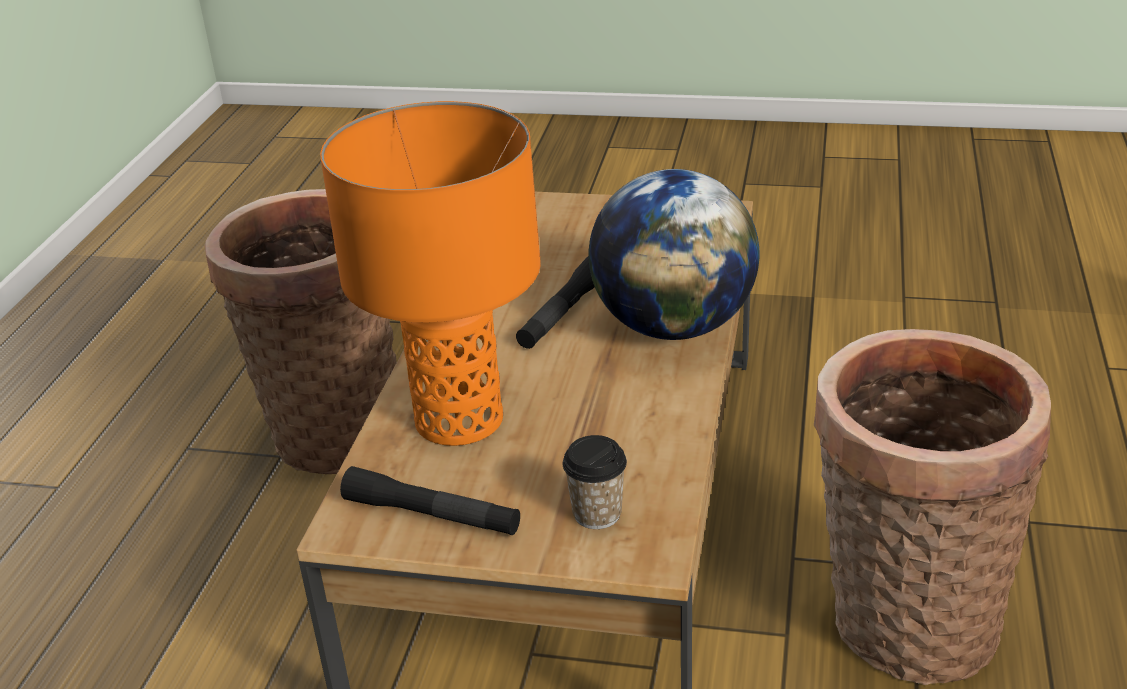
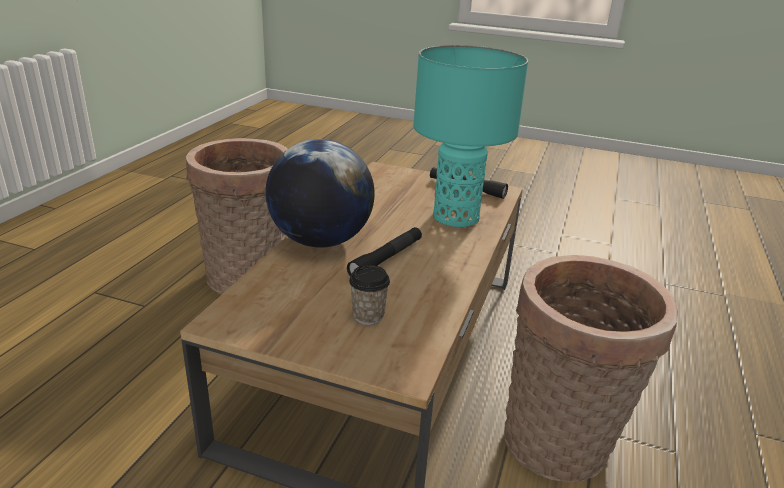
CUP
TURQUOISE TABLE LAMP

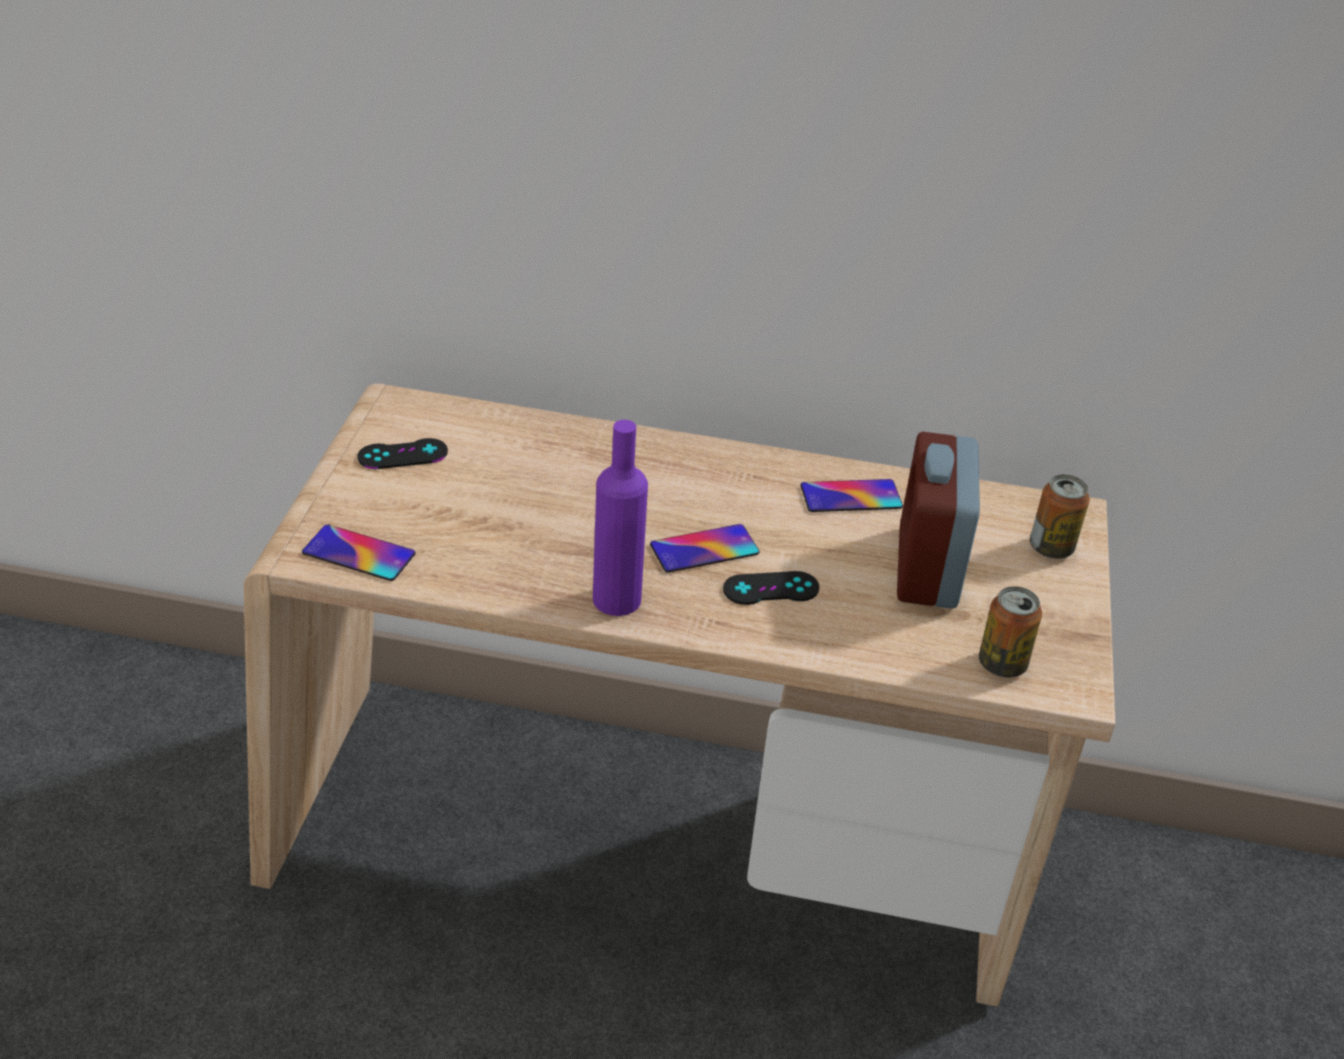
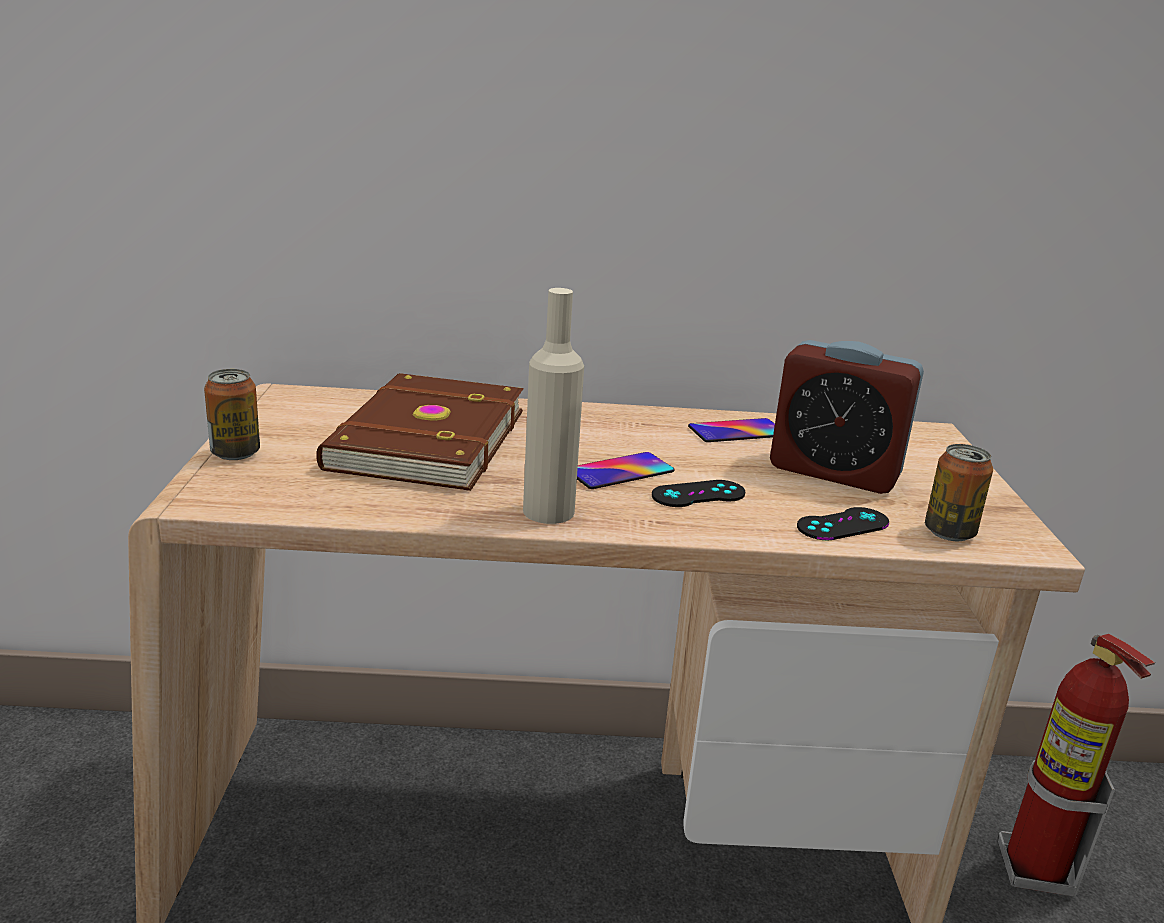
PHONE (1st from left in the first image)
BROWN BOOK
FIRE EXTINGUISHER
BLACK GAME CONTROLLER (2nd from left)
CAN (1st from left)
BEIGE BOTTLE
ALARM CLOCK

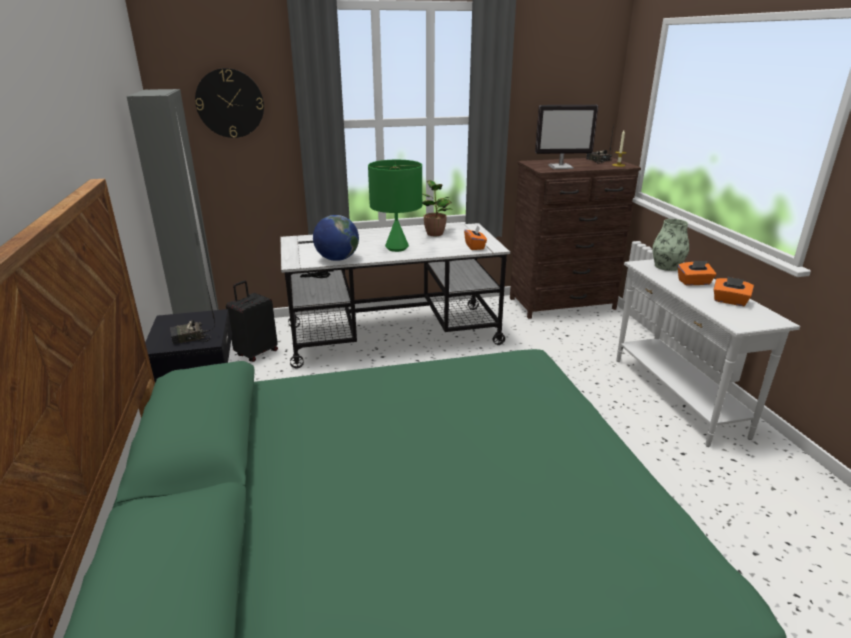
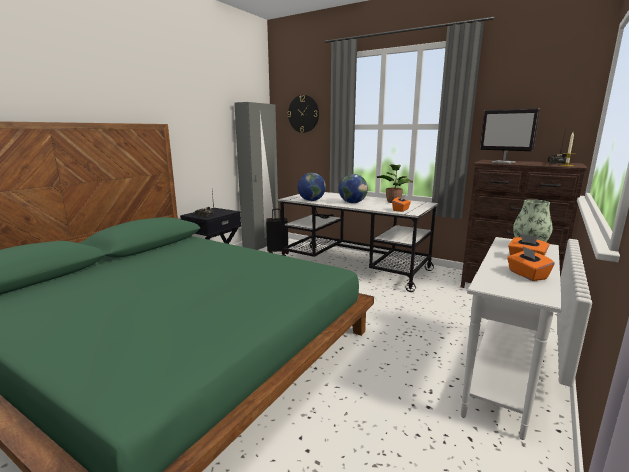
GLOBE (2nd from left)

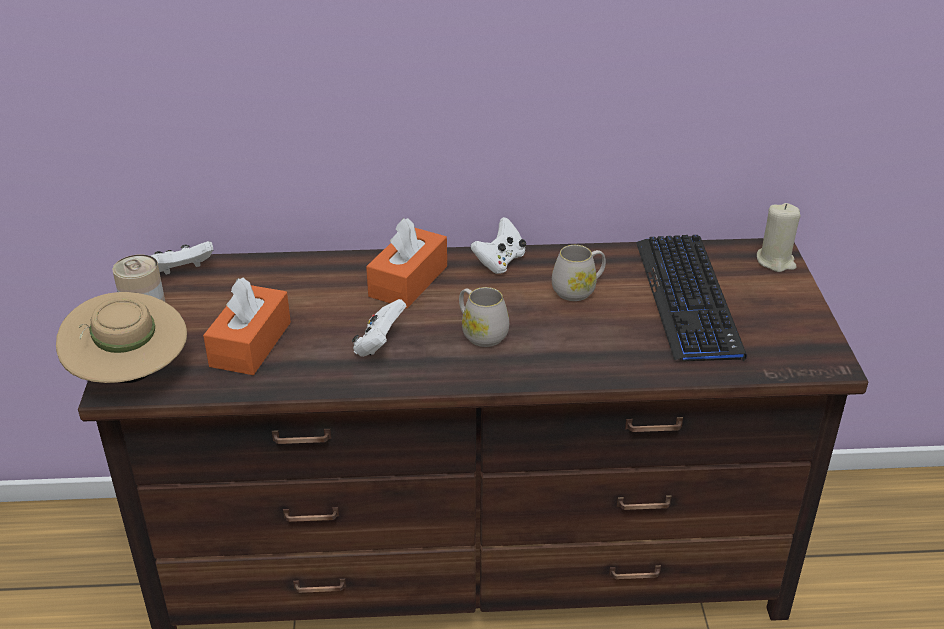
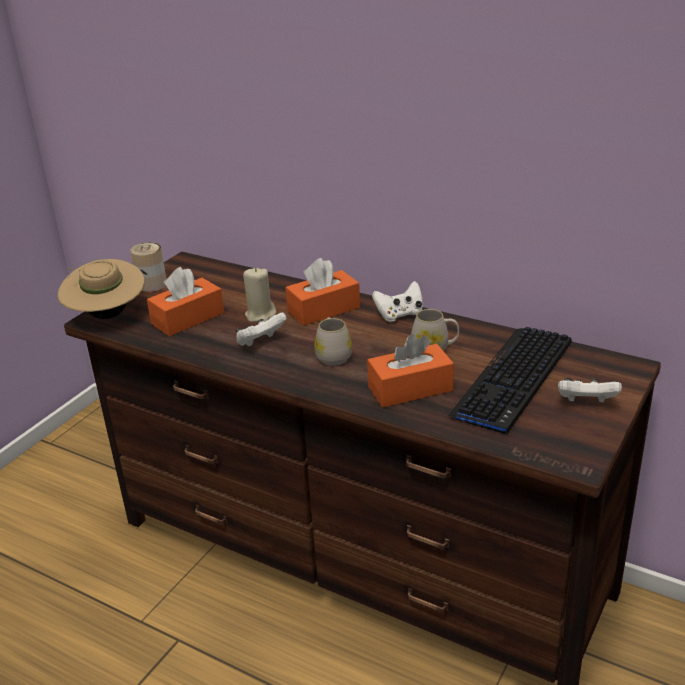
ORANGE TISSUE BOX (3rd from left)
WHITE GAME CONTROLLER (3rd from left)
BEIGE CANDLE

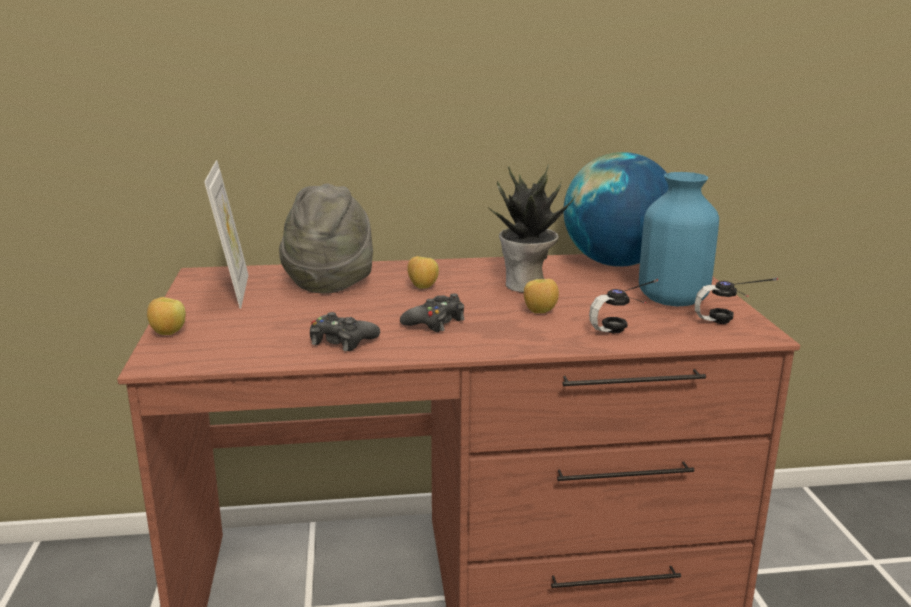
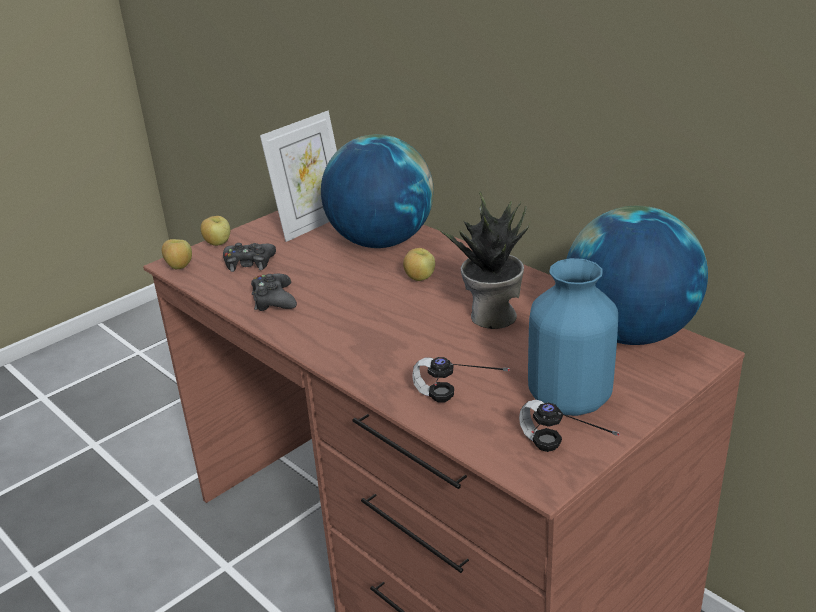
BLACK GAME CONTROLLER (1st from left)
APPLE (1st from left)
GLOBE (1st from left)

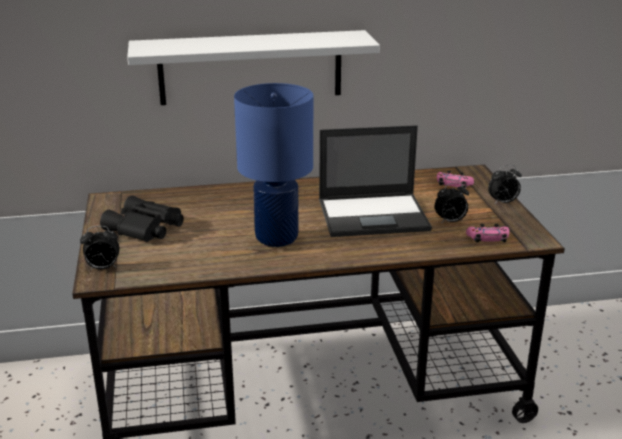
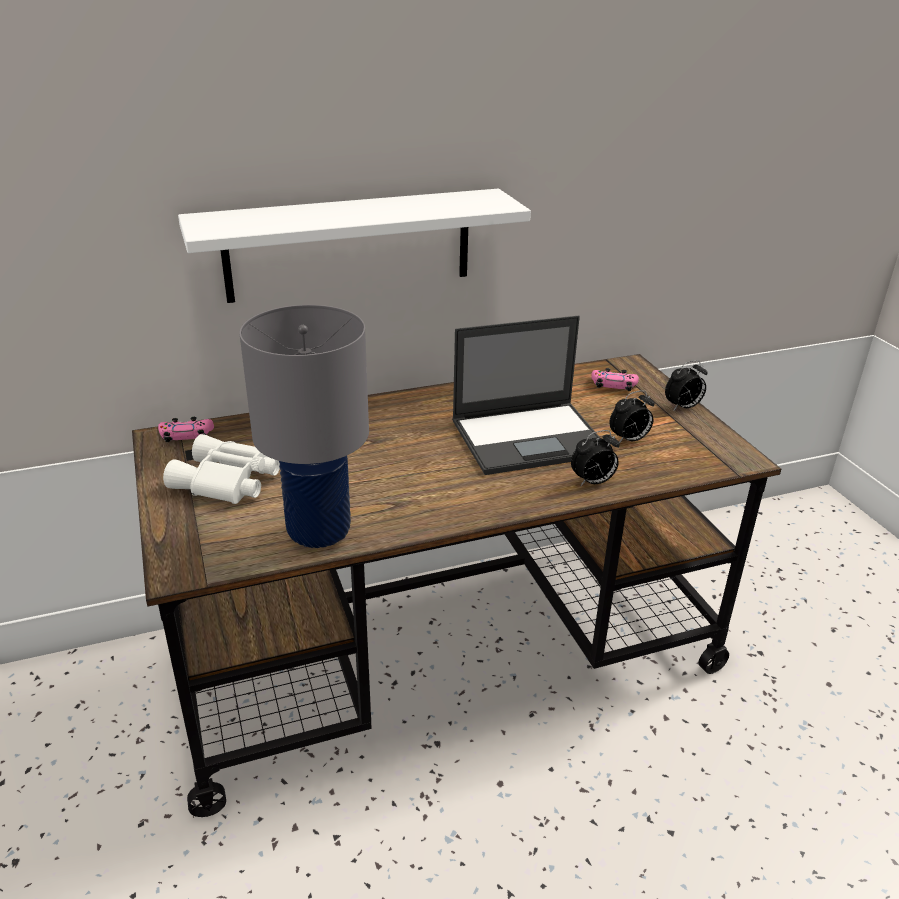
BLUE TABLE LAMP
GREY TABLE LAMP
ALARM CLOCK (1st from left)
PINK GAME CONTROLLER (1st from left)
WHITE BINOCULARS

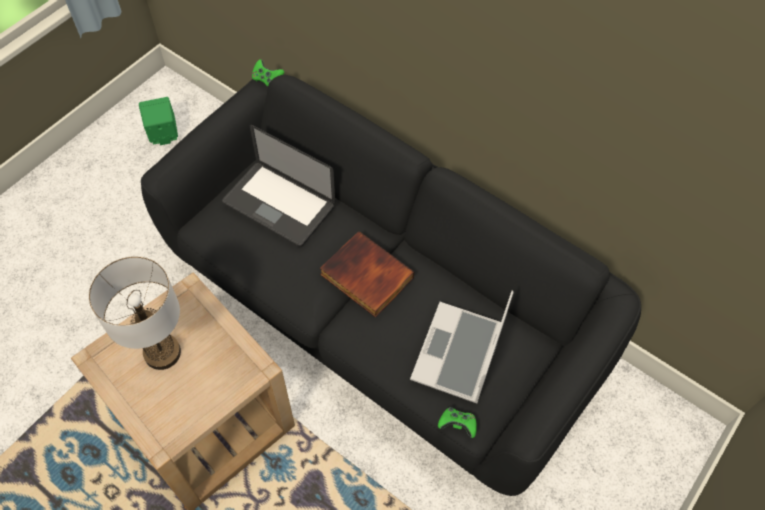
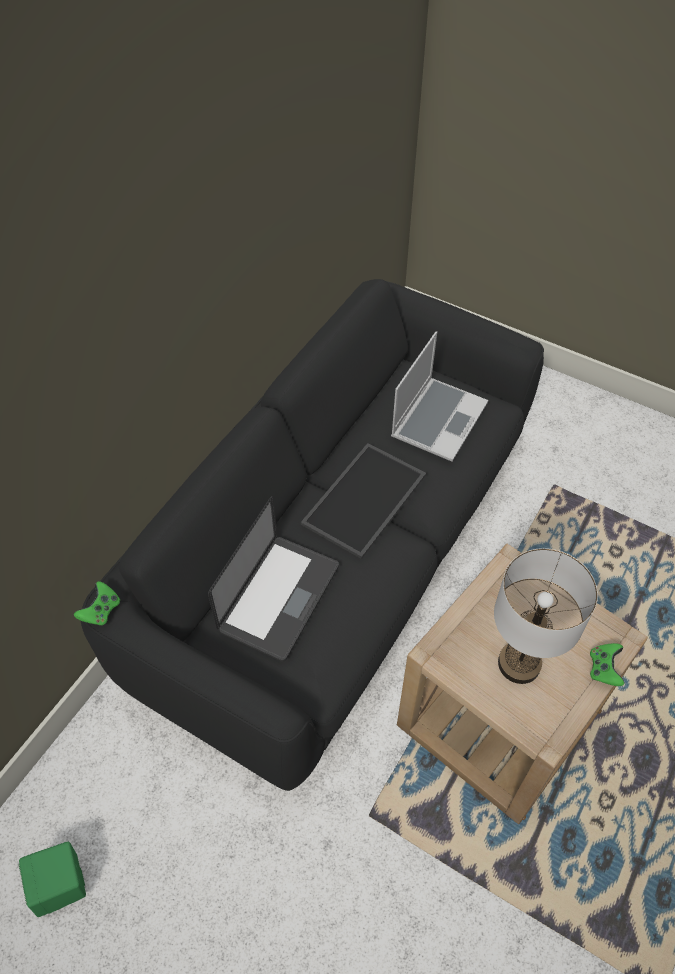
GREEN GAME CONTROLLER (2nd from left)
TRAY
LAPTOP (2nd from left)

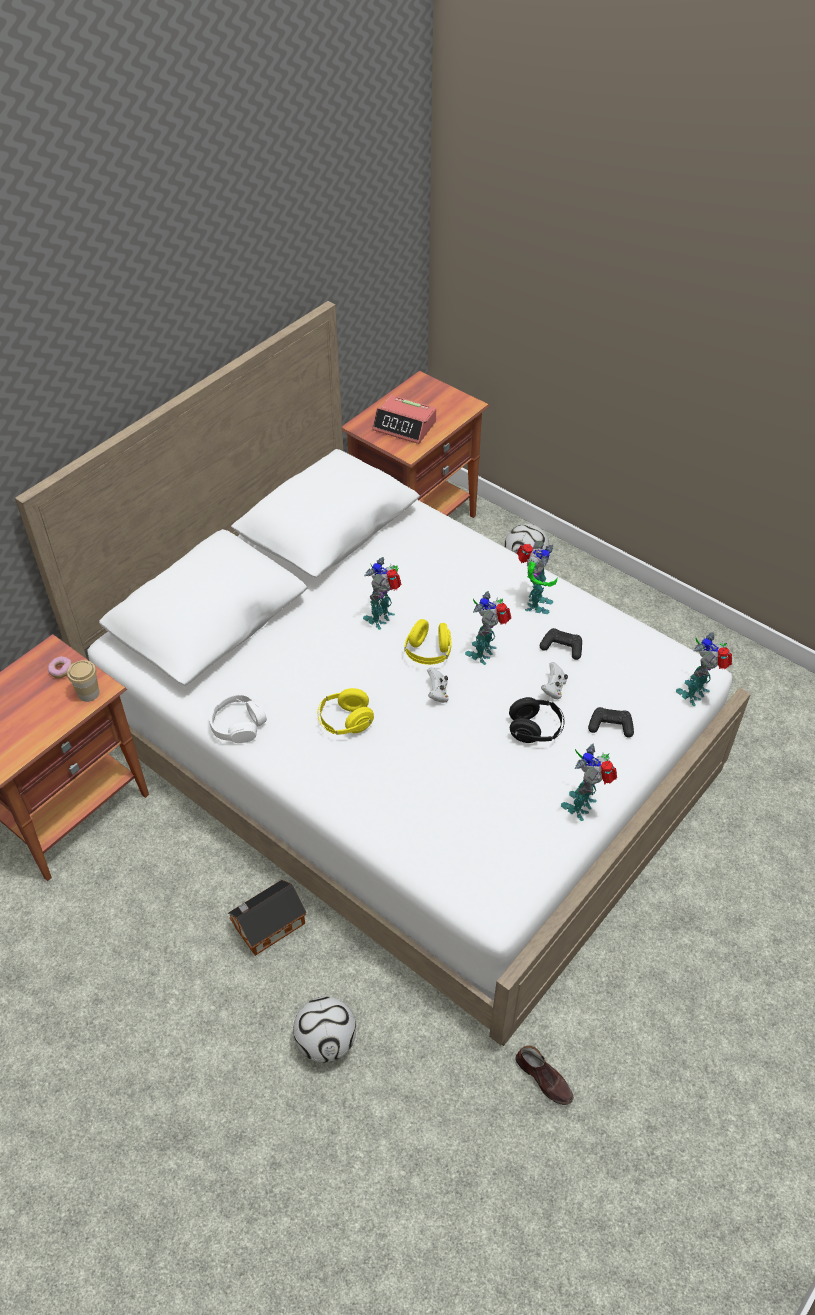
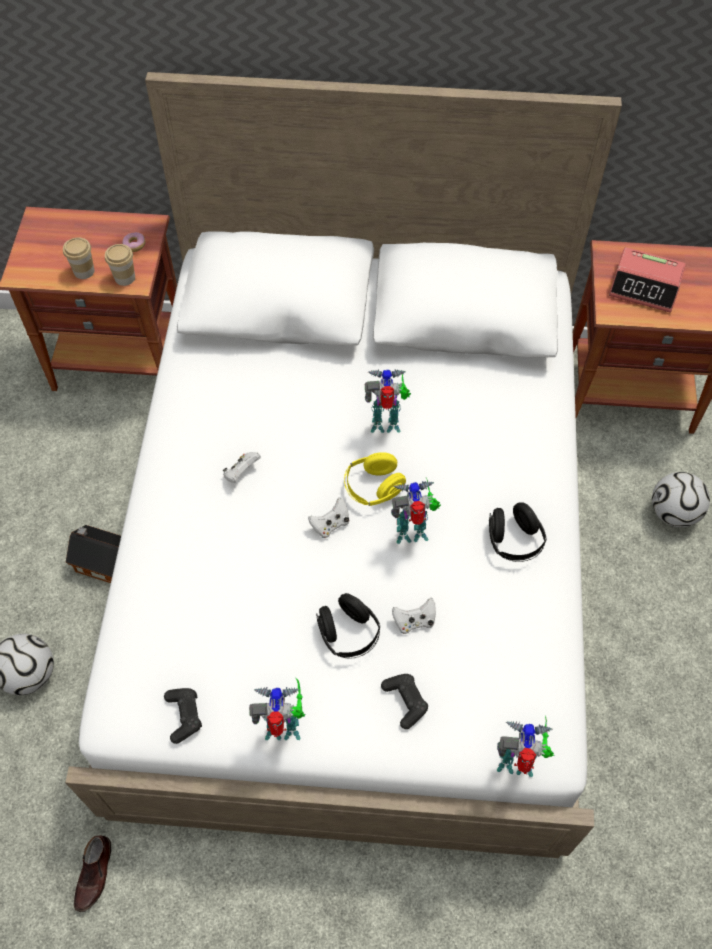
WHITE HEADPHONES
CUP (1st from left)
BLACK GAME CONTROLLER (1st from left)
WHITE GAME CONTROLLER (1st from left)
BLACK HEADPHONES (2nd from left)
ALARM CLOCK

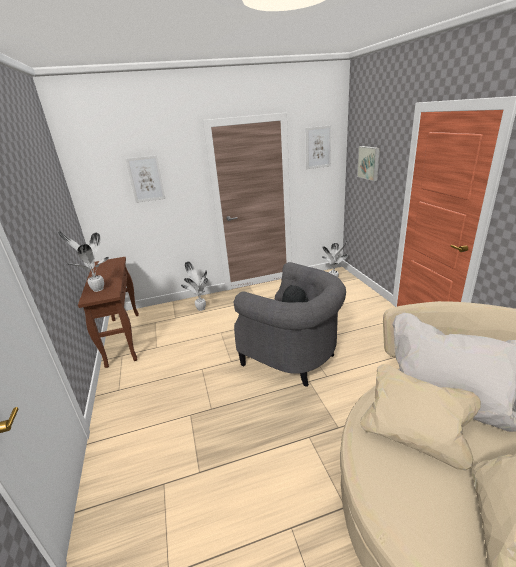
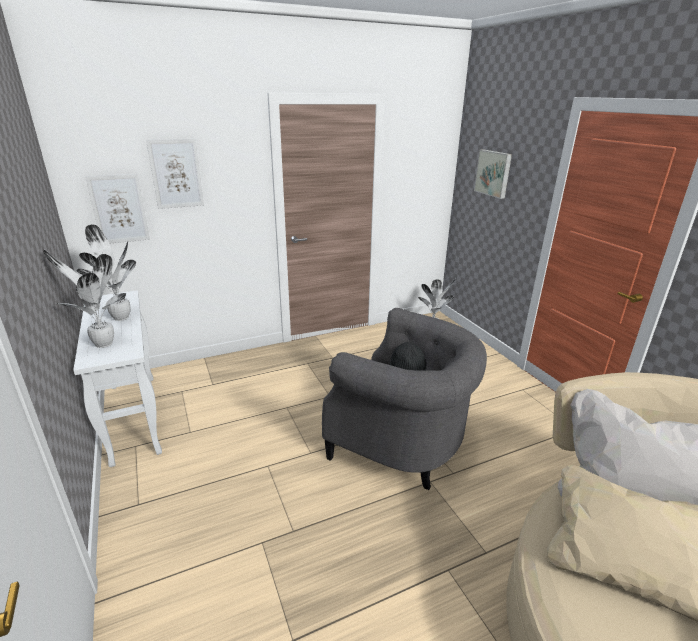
POTTED PLANT (2nd from left)
PICTURE (1st from left)
WHITE CONSOLE TABLE

